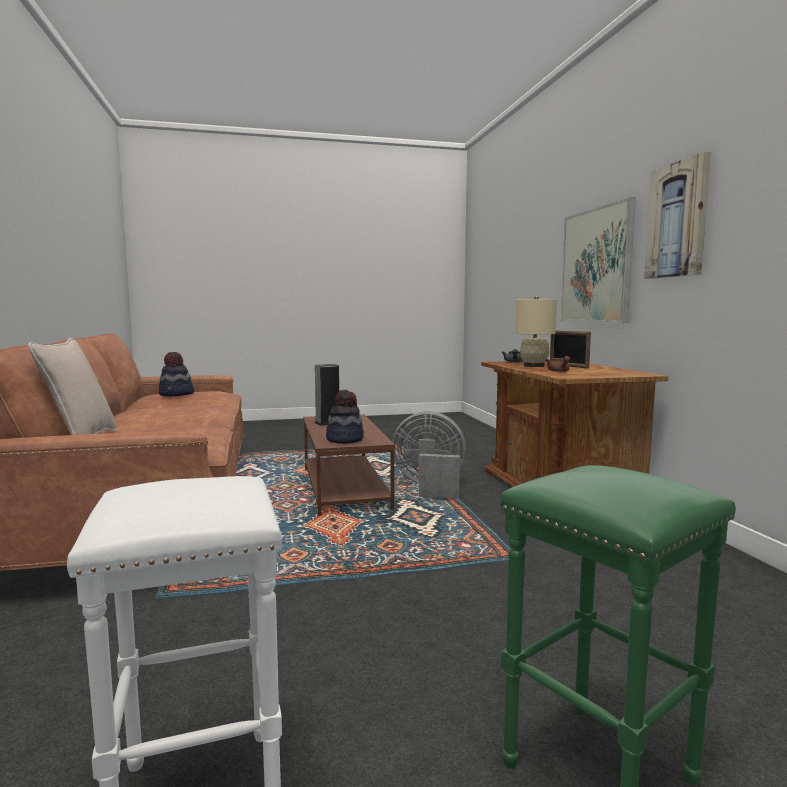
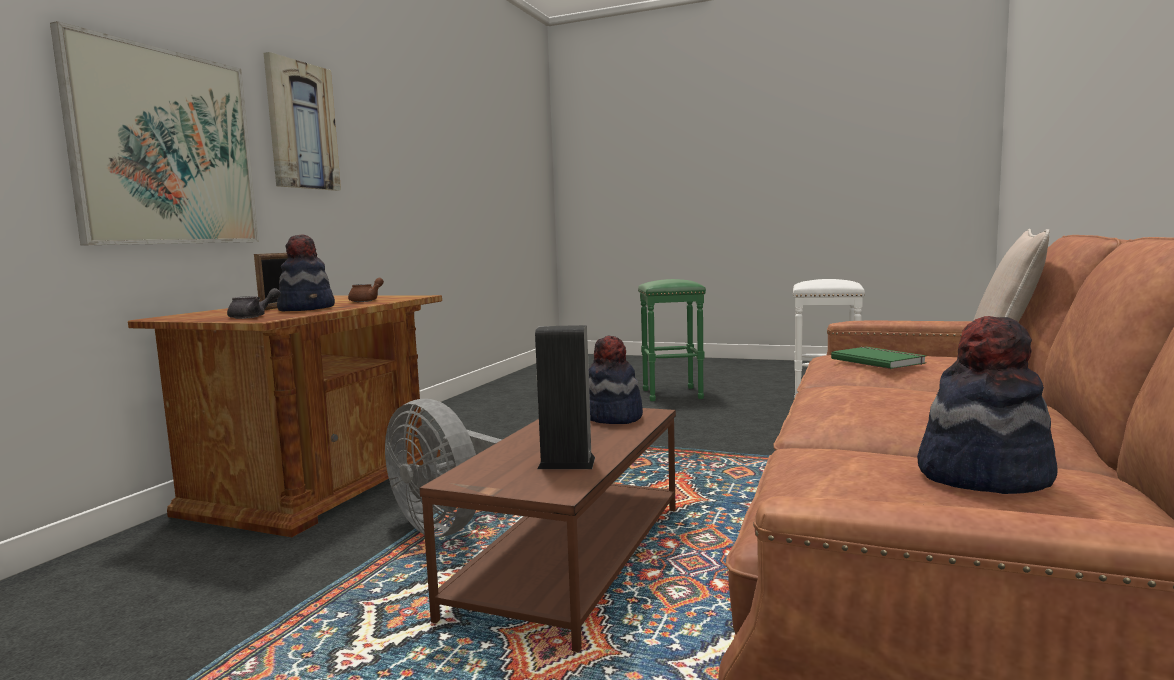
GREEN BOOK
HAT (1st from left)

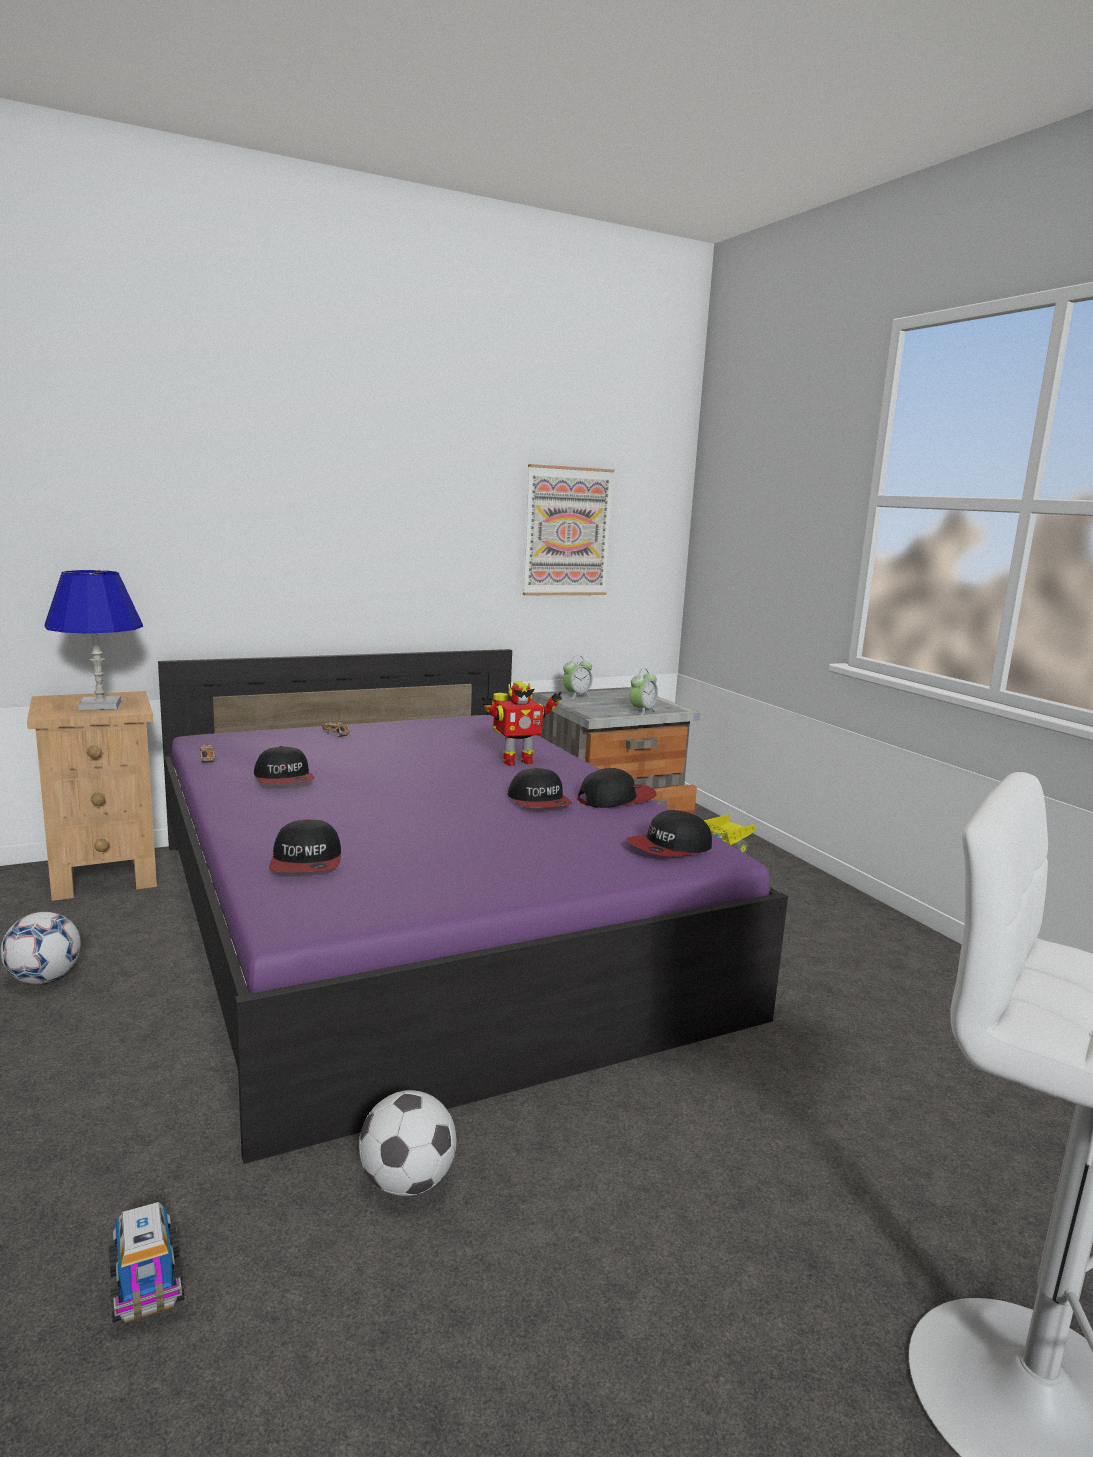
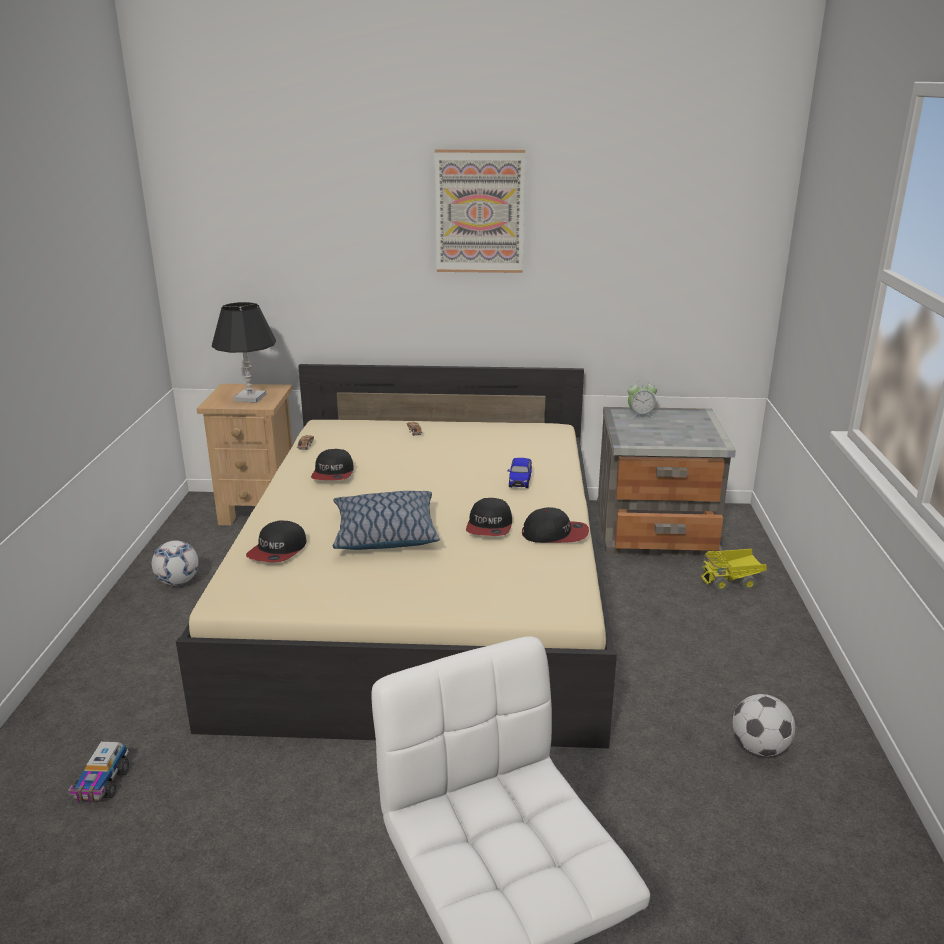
CAP (5th from left in the first image)
ALARM CLOCK (2nd from left in the first image)
PILLOW
FOOTBALL (2nd from left)
PICTURE
TOY CAR (3rd from left)
BLACK TABLE LAMP
BEIGE BED

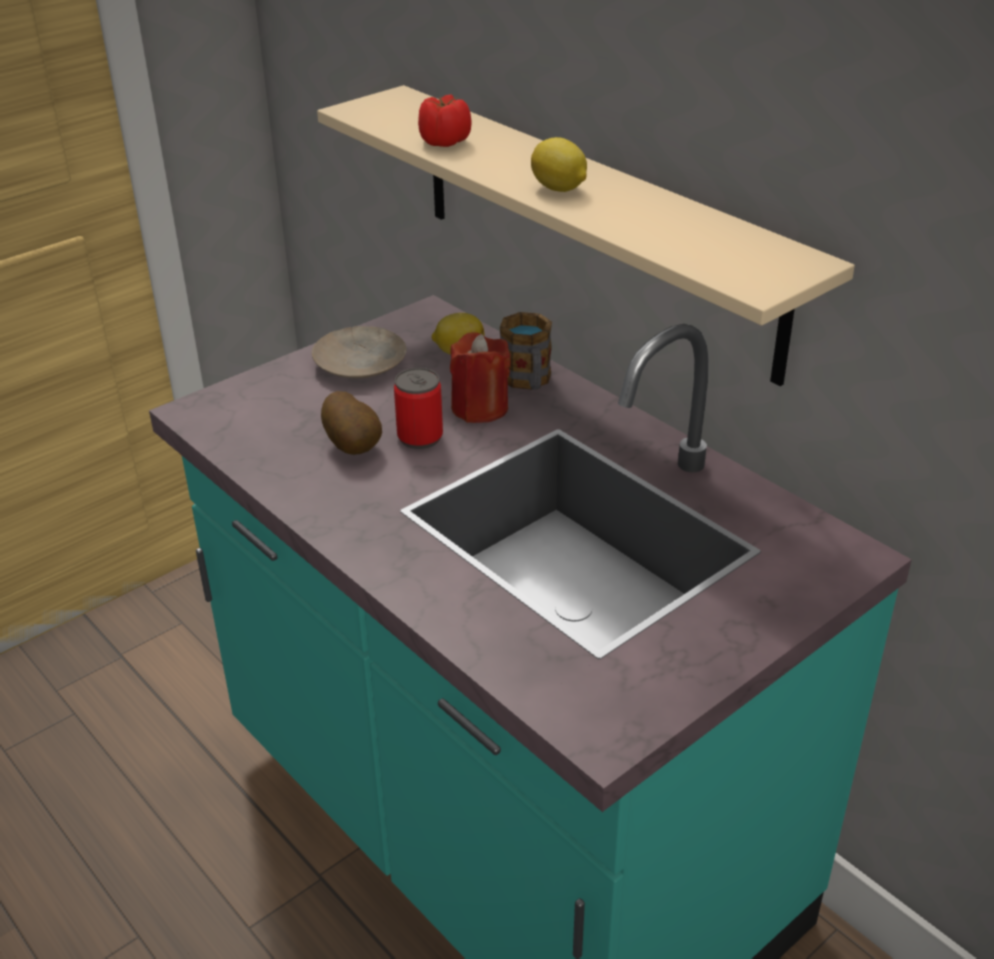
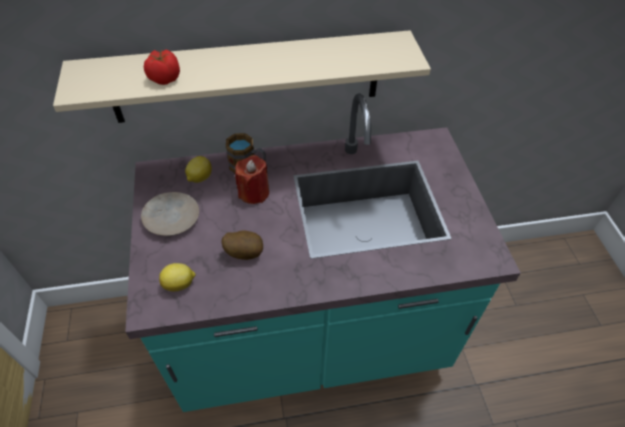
CAN
LEMON (1st from left)

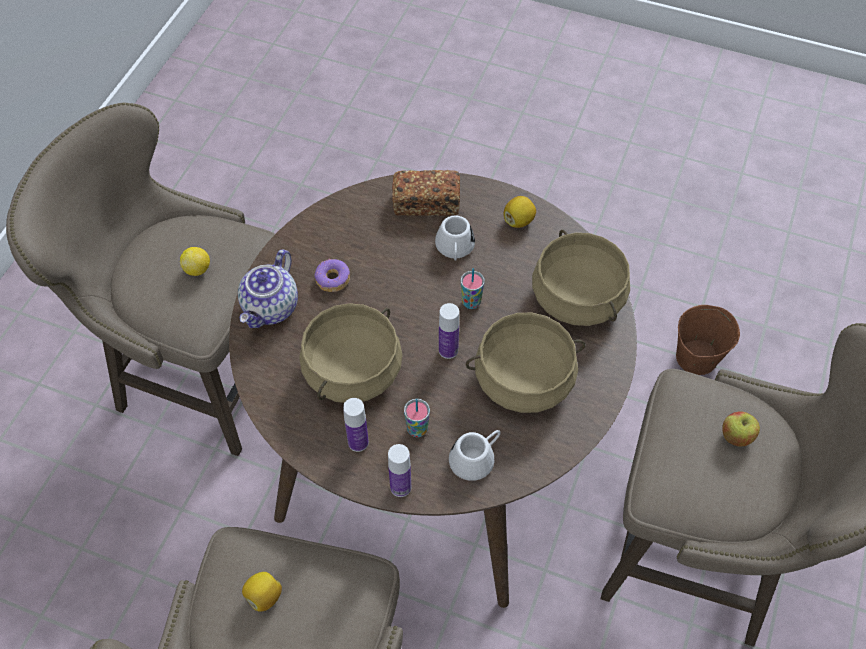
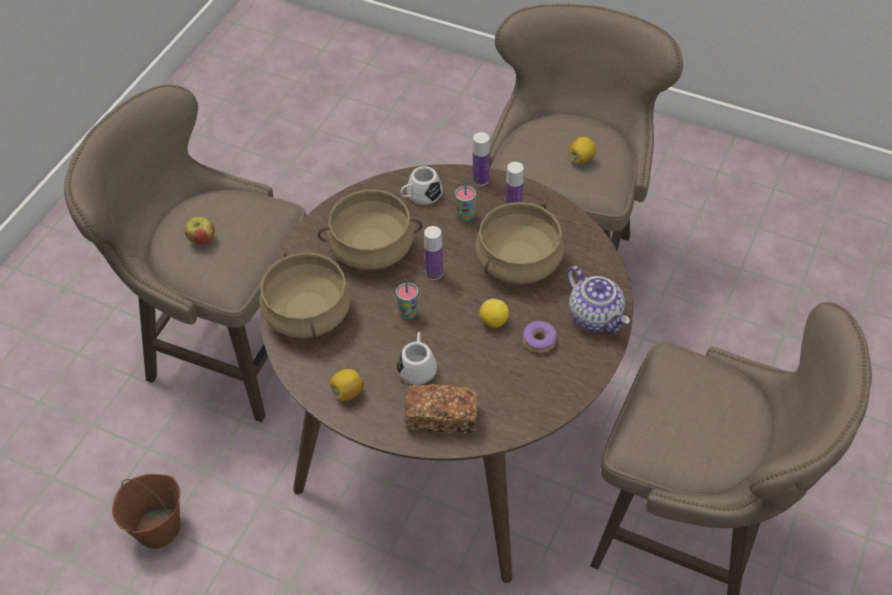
LEMON (2nd from left)
TEAPOT

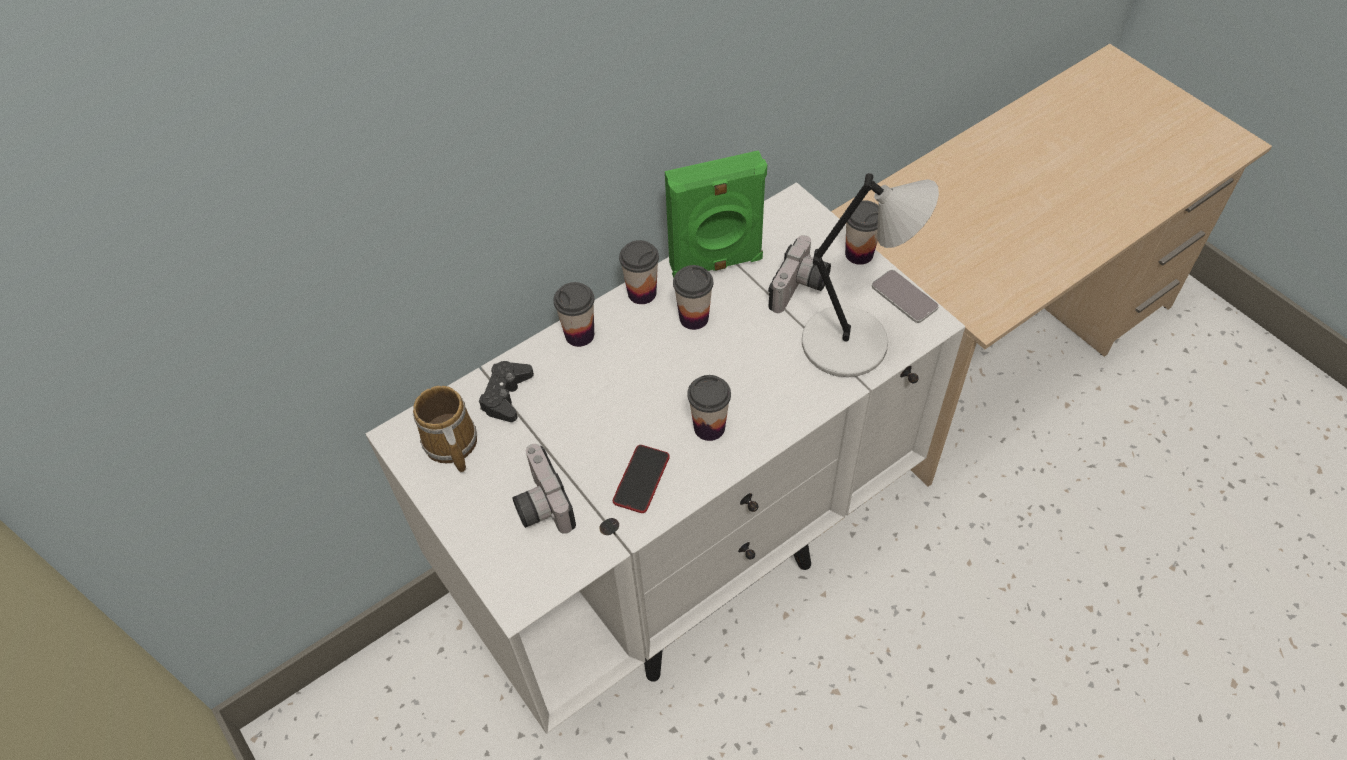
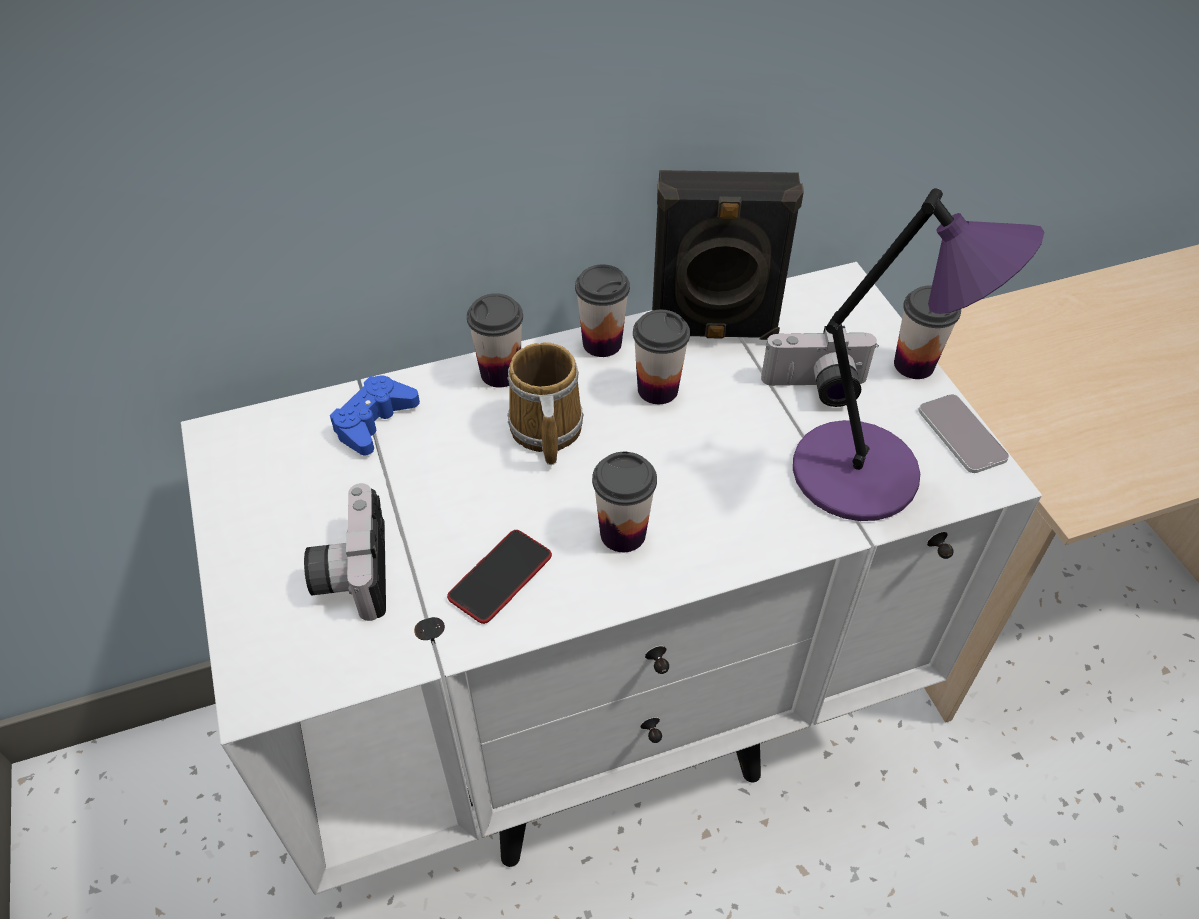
MUG
BLUE GAME CONTROLLER
BLACK SPEAKER
PURPLE TABLE LAMP
PHOTO CAMERA (2nd from left)

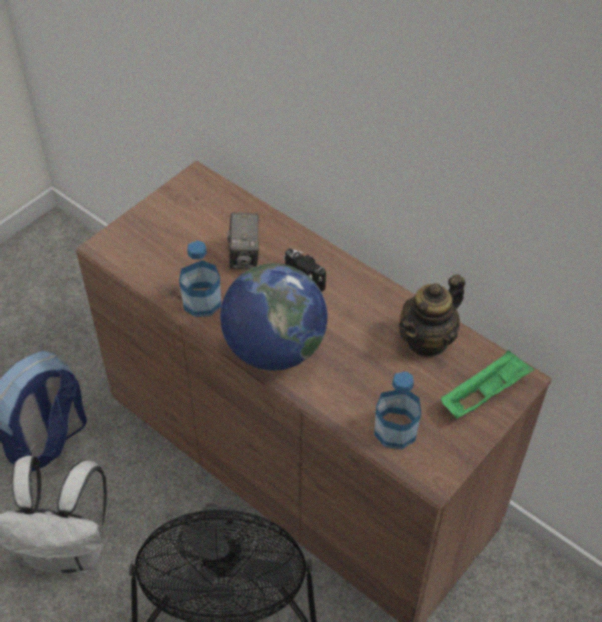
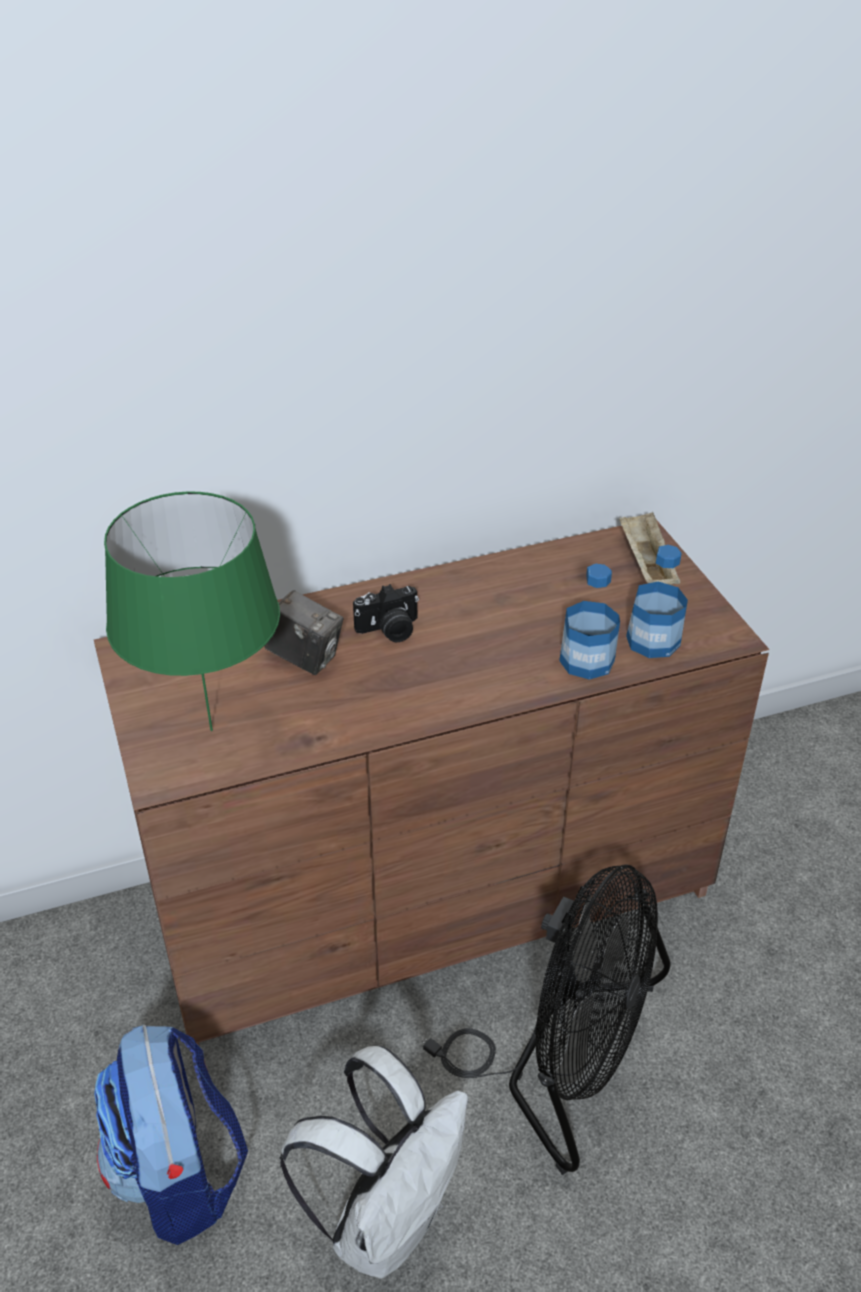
GLOBE
TEAPOT
GREEN TABLE LAMP
BOTTLE (1st from left)
BEIGE TRAY

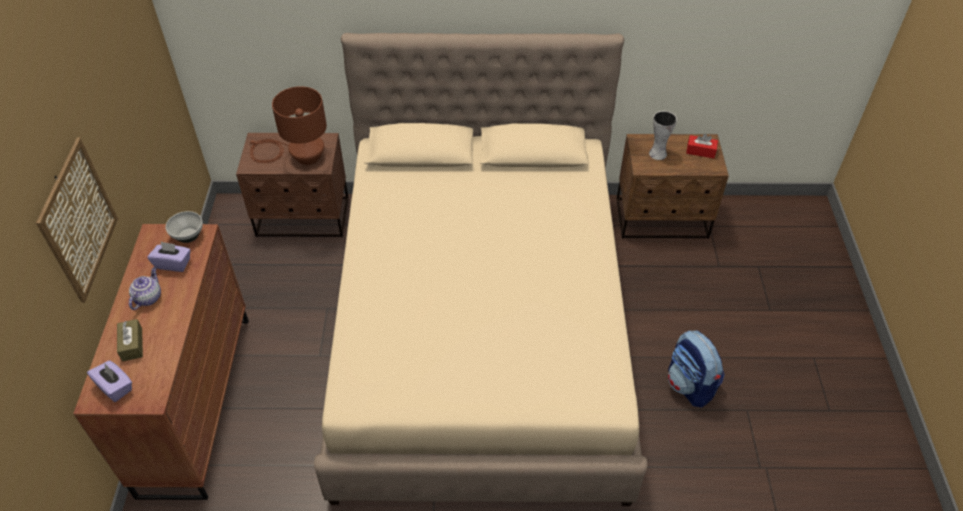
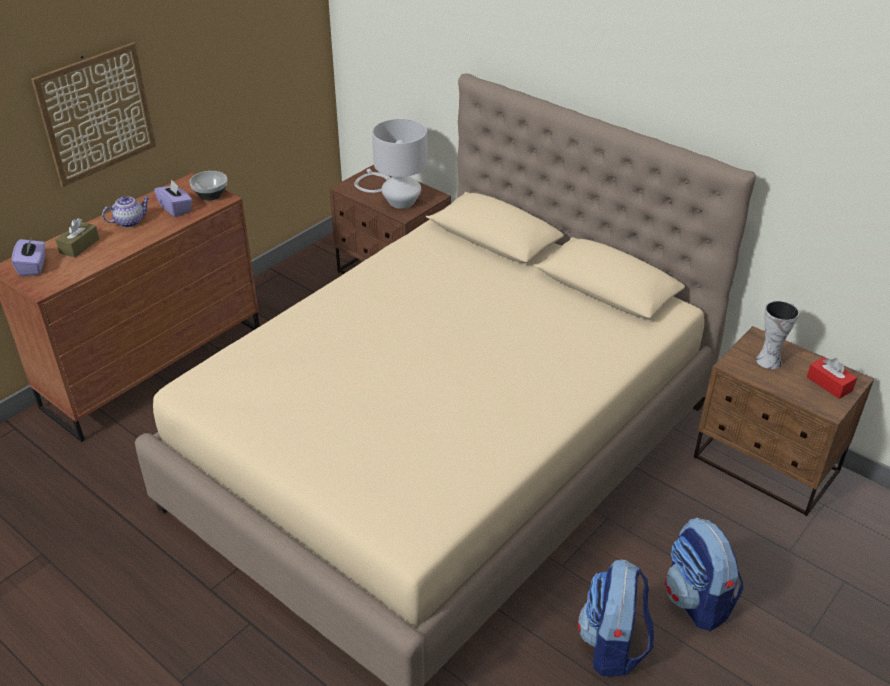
BACKPACK (2nd from left)
WHITE TABLE LAMP

